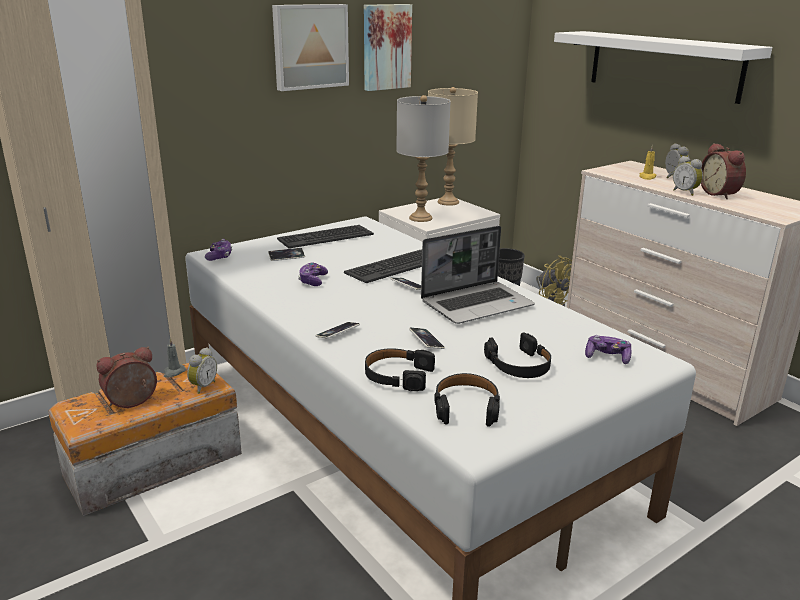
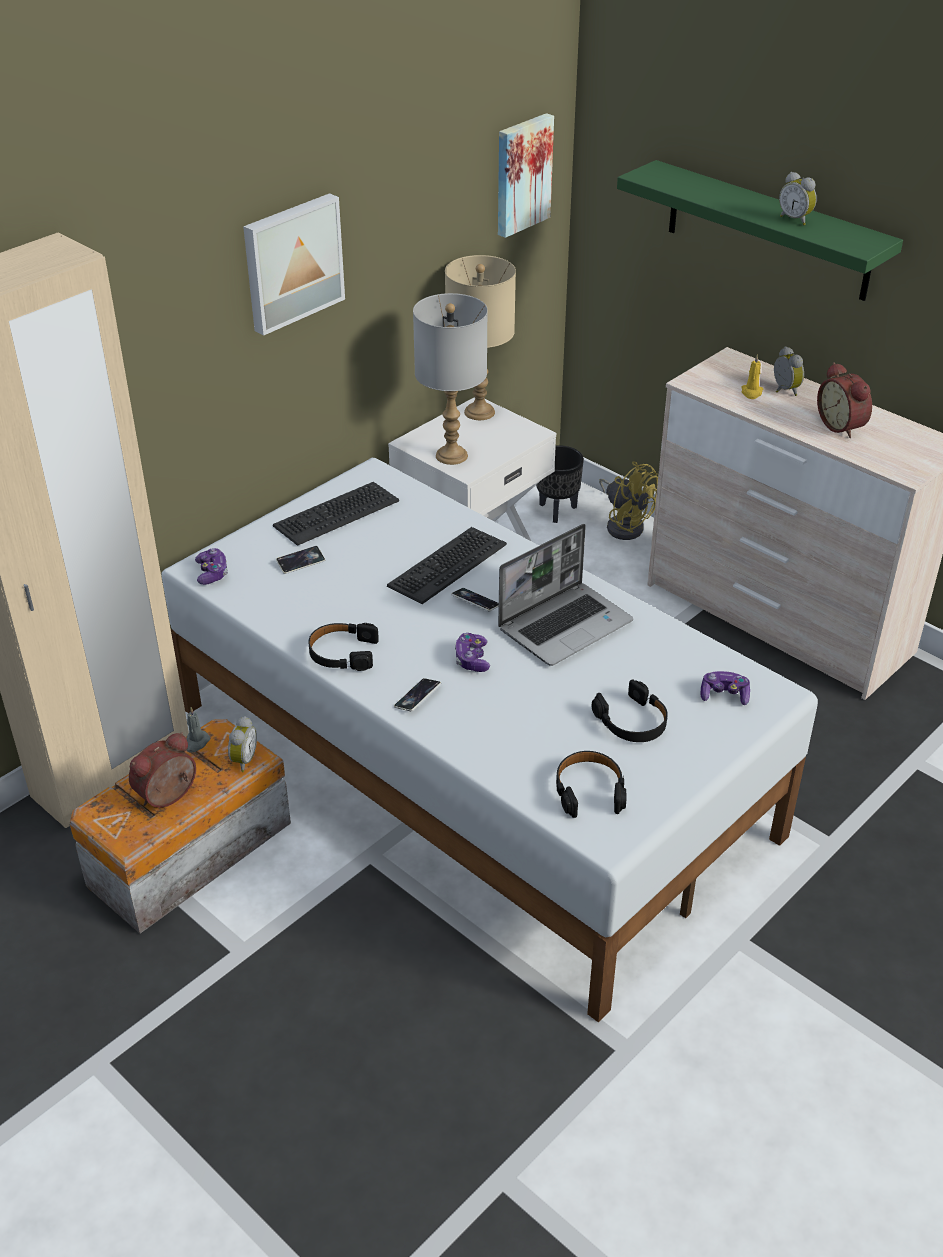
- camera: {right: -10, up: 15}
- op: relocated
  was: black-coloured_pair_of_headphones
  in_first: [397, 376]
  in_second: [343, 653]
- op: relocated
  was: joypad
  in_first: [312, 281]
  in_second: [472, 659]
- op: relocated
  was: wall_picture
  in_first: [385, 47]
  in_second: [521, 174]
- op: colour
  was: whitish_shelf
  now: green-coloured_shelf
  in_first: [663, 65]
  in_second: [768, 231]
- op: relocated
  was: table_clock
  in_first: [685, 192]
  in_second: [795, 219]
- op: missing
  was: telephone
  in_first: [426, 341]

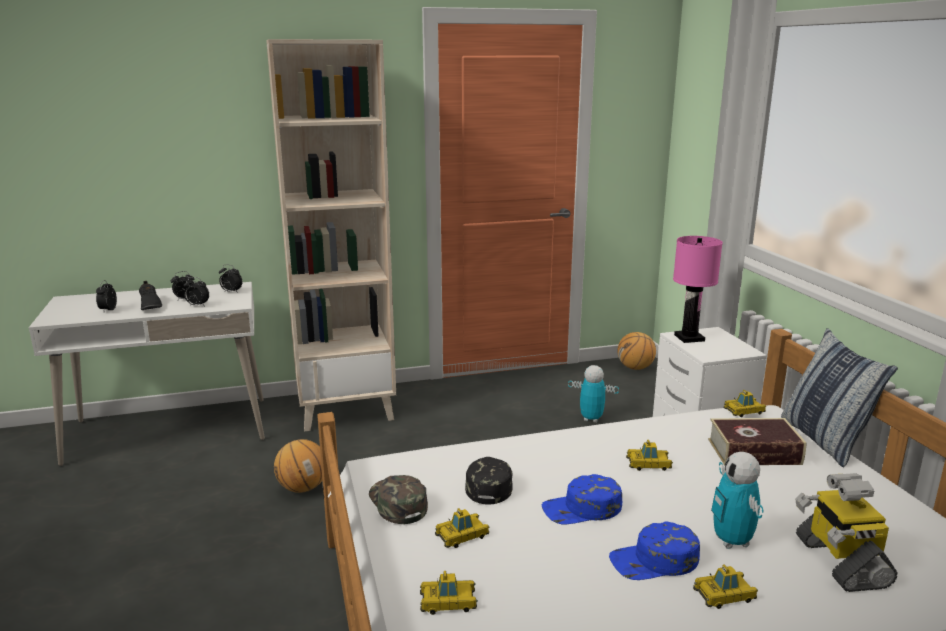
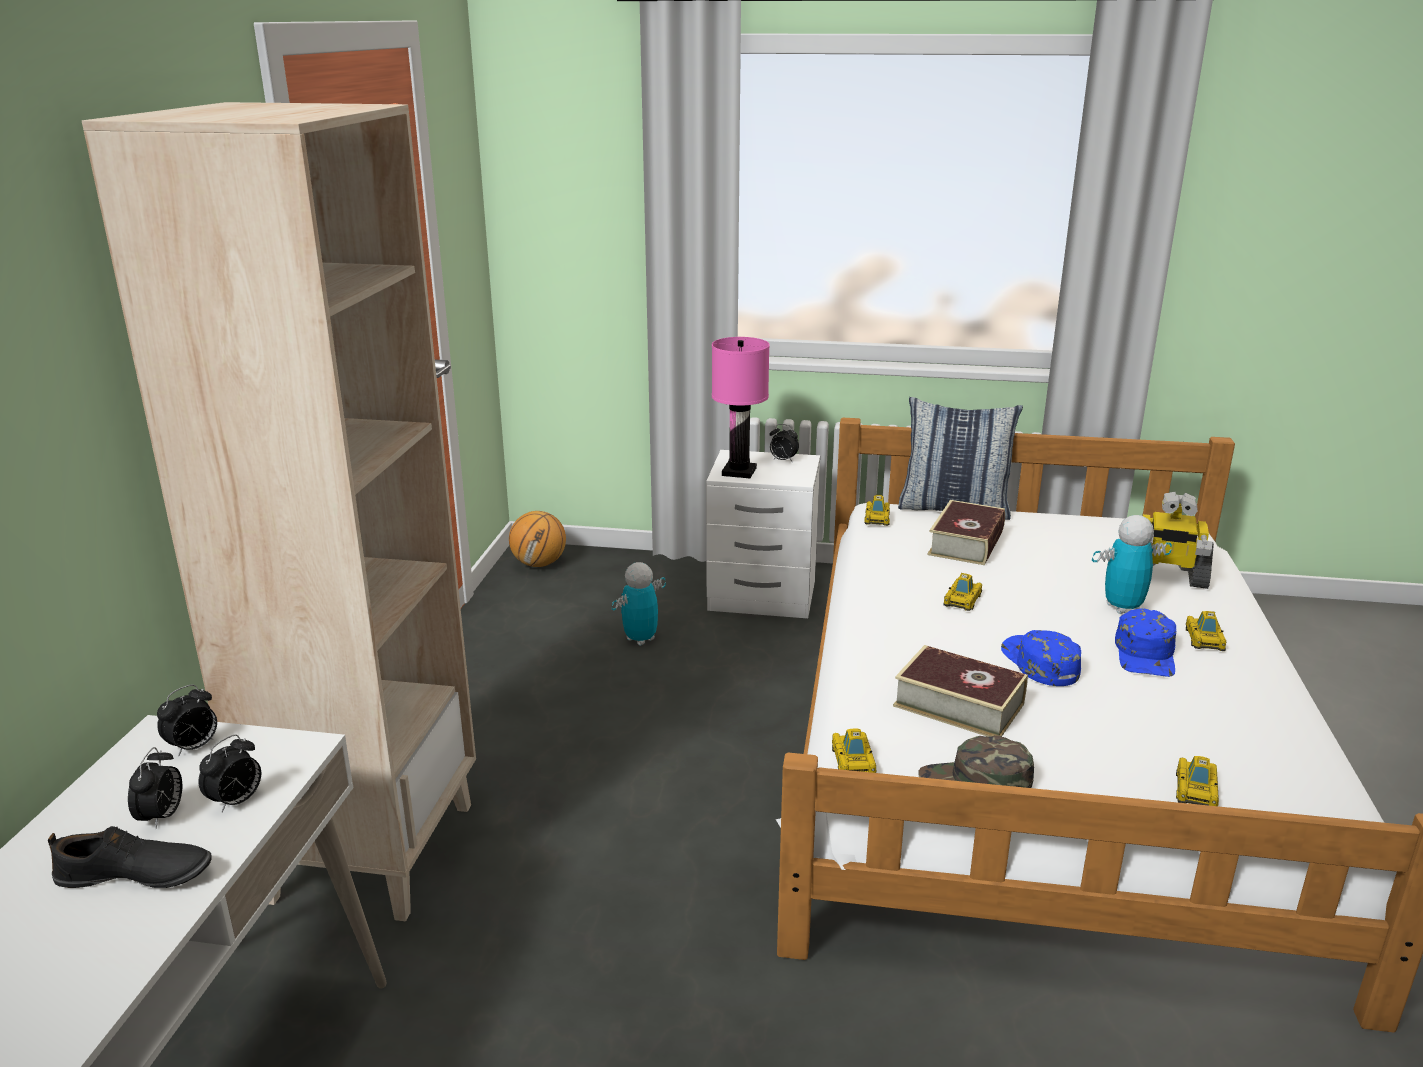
- camera: {right: -65, up: 5}
- op: relocated
  was: table_clock
  in_first: [108, 310]
  in_second: [782, 460]
- op: relocated
  was: model_car
  in_first: [462, 535]
  in_second: [853, 761]
- op: exchanged
  was: black-coloured_baseball_cap
  now: volume
  in_first: [489, 484]
  in_second: [958, 705]
- op: spun
  was: blue-coloured_baseball_cap
  in_first: [582, 509]
  in_second: [1039, 663]
  clockwise: 150
- op: spun
  was: model_robot
  in_first: [732, 541]
  in_second: [1122, 608]
  clockwise: 150
- op: missing
  was: ball_for_basketball
  in_first: [302, 488]

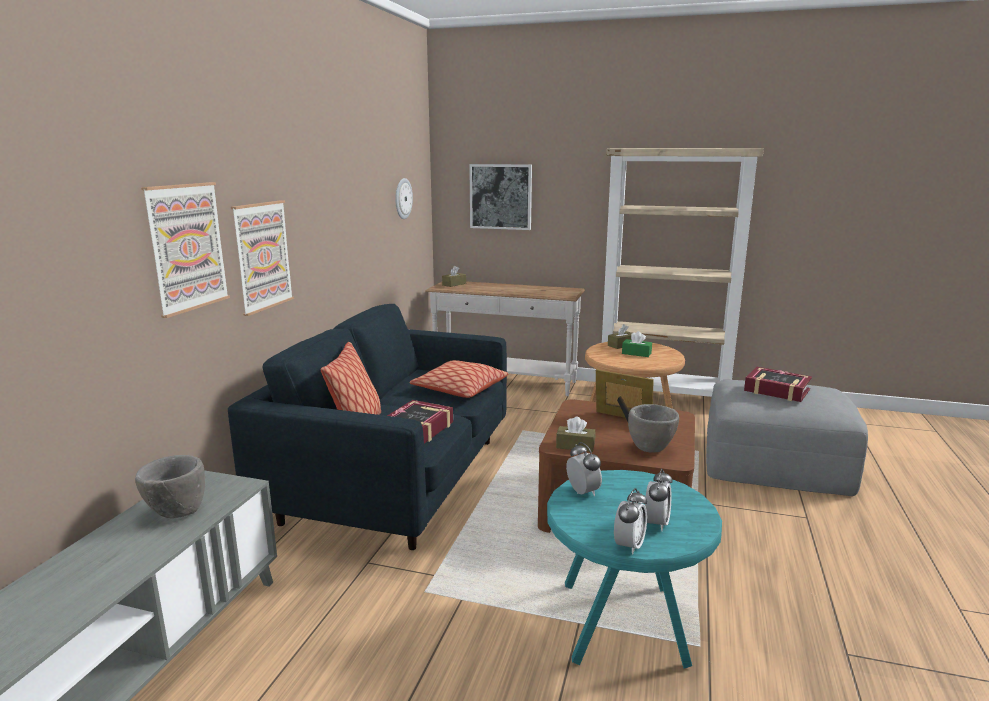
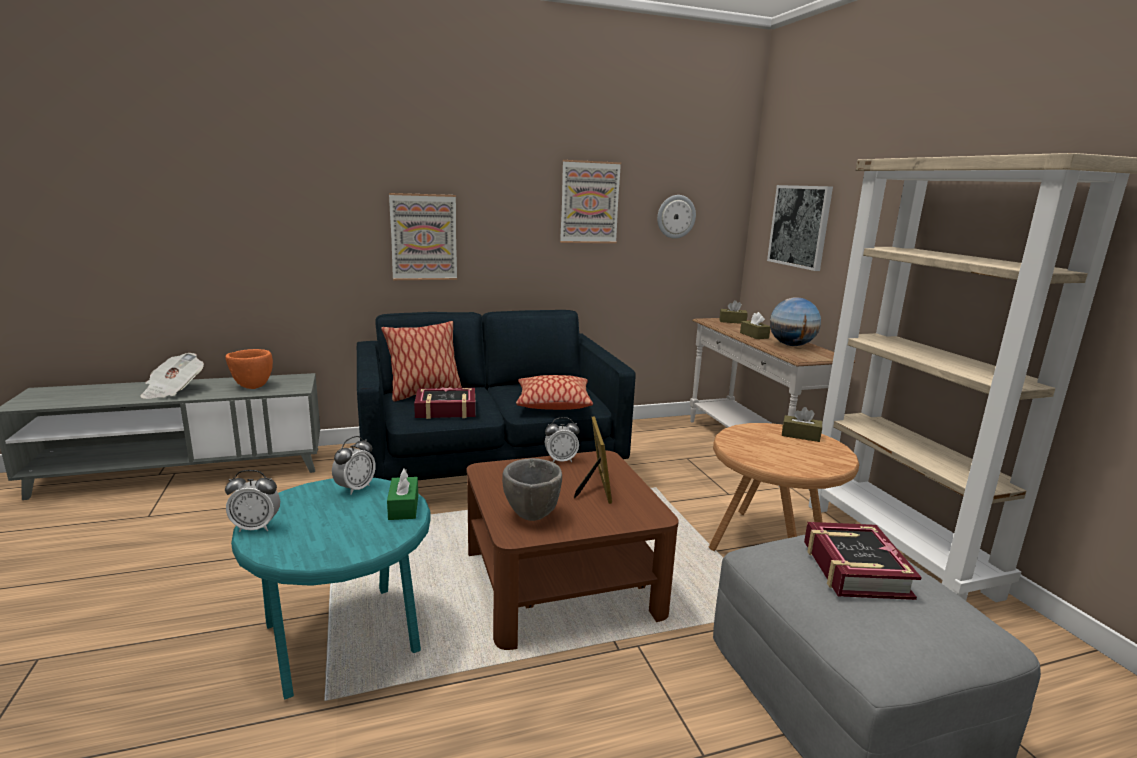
- camera: {right: 55, up: 0}
- op: appeared
  now: daily_paper
  in_second: [173, 391]
- op: colour
  was: gray_bowl
  now: orange_bowl
  in_first: [176, 512]
  in_second: [252, 386]
- op: relocated
  was: green-coloured_box_of_tissues
  in_first: [636, 353]
  in_second: [403, 507]
- op: relocated
  was: table_clock
  in_first: [656, 523]
  in_second: [561, 460]
- op: relocated
  was: wall_picture
  in_first: [186, 247]
  in_second: [589, 202]
- op: relocated
  was: brown-coloured_box_of_tissues
  in_first: [575, 446]
  in_second: [754, 335]
- op: appeared
  now: desk_globe
  in_second: [791, 345]

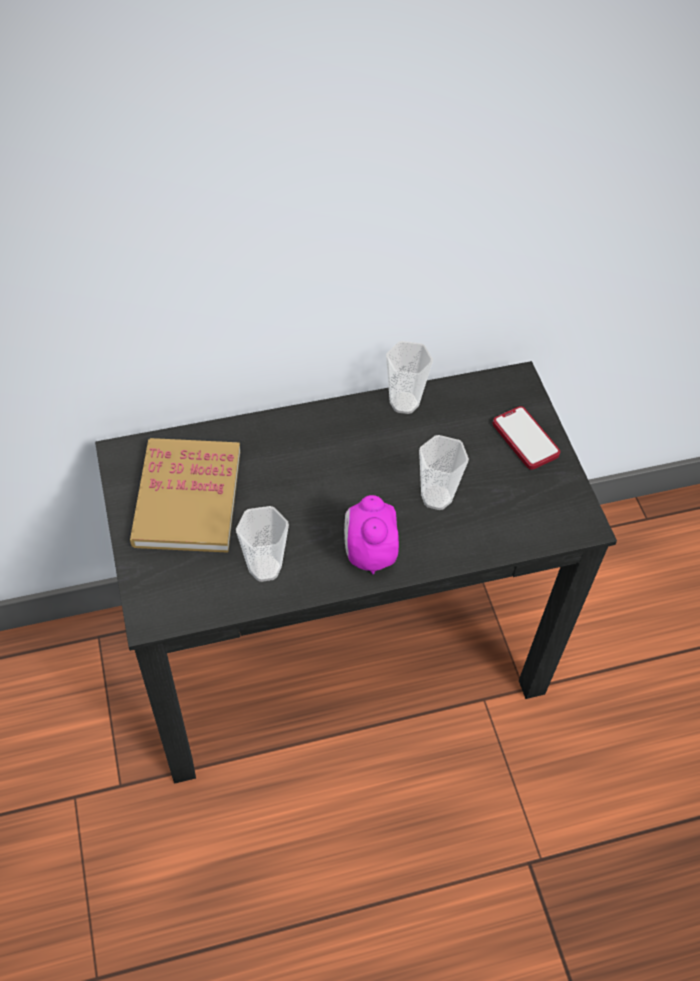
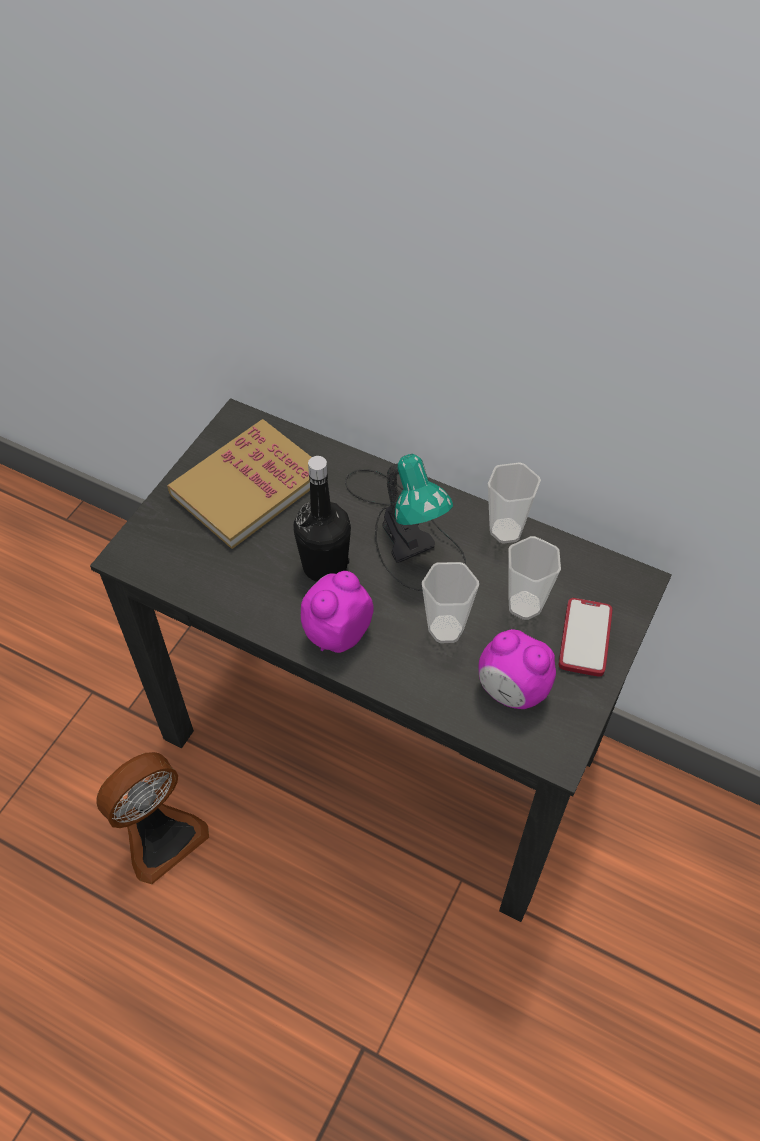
- camera: {right: 45, up: 0}
- op: appeared
  now: cooling_fan
  in_second: [160, 835]
- op: appeared
  now: black-coloured_drink_bottle
  in_second: [325, 566]
- op: appeared
  now: tabletop_lamp
  in_second: [406, 529]
- op: appeared
  now: table_clock
  in_second: [512, 690]
- op: relocated
  was: drinking_cup
  in_first: [265, 568]
  in_second: [524, 605]

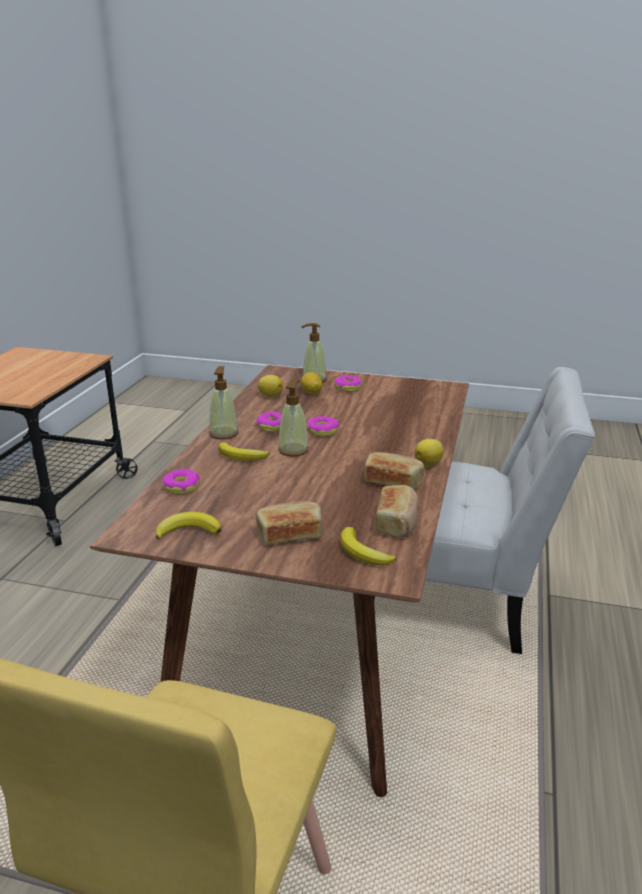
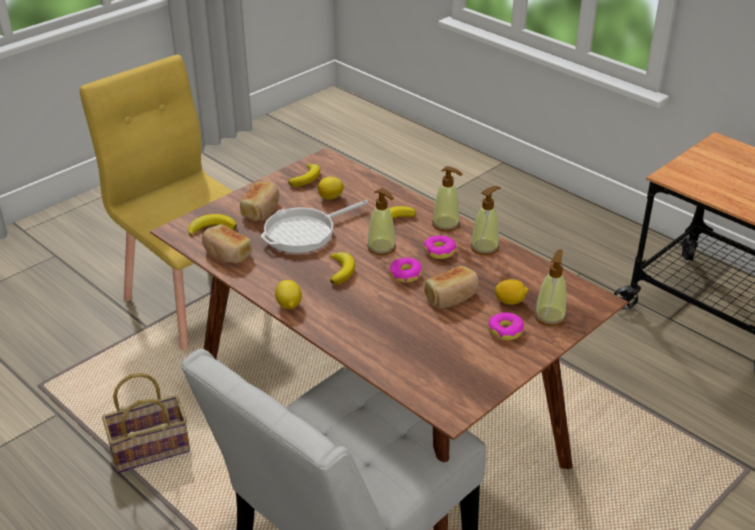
- camera: {right: 120, up: 10}
- op: appeared
  now: household_basket
  in_second: [151, 448]
- op: appeared
  now: pan
  in_second: [304, 233]
- op: relocated
  was: citrus_fruit
  in_first: [270, 396]
  in_second: [331, 197]
- op: appeared
  now: banana_fruit
  in_second: [341, 270]
- op: relocated
  was: baked_bread
  in_first: [393, 482]
  in_second: [452, 296]
- op: appeared
  now: liquid_soap_bottle
  in_second: [485, 247]
- op: missing
  was: ring_doughnut
  in_first: [181, 487]

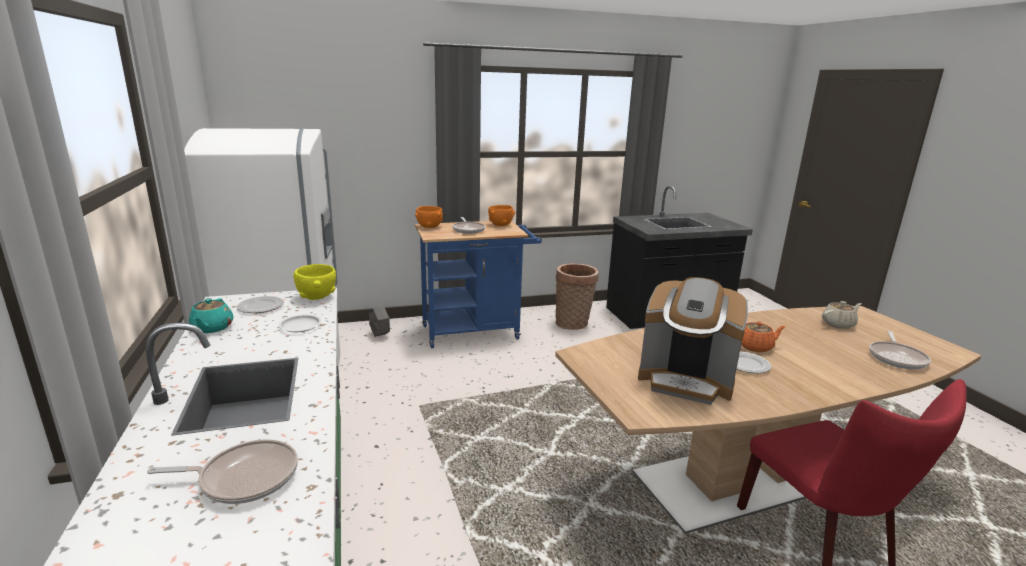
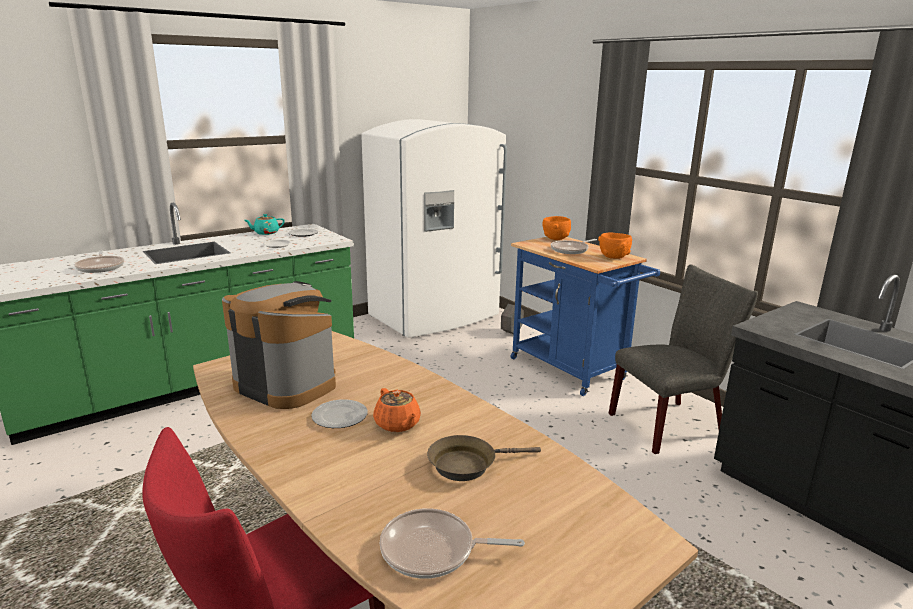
- camera: {right: 70, up: 0}
- op: spun
  was: coffee_maker
  in_first: [686, 381]
  in_second: [286, 384]
  clockwise: 120
- op: appeared
  now: brown-coloured_pan
  in_second: [467, 464]
- op: exchanged
  was: household_basket
  now: gray_upright_chair
  in_first: [573, 324]
  in_second: [672, 424]
- op: missing
  was: yellow_bowl
  in_first: [316, 297]
- op: missing
  was: beige_tea_pot
  in_first: [838, 324]

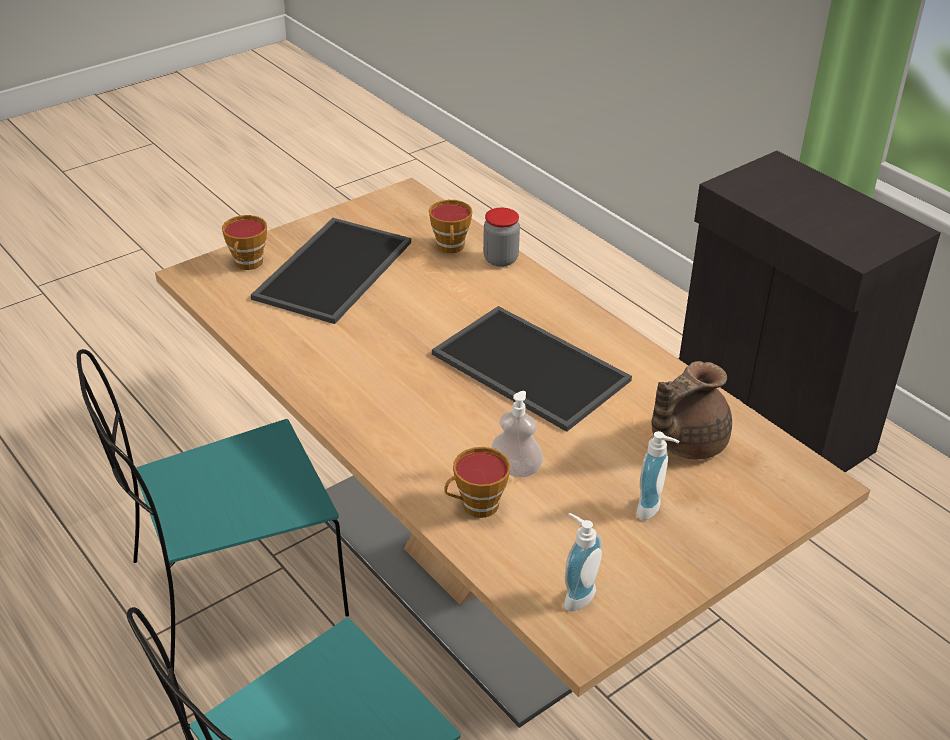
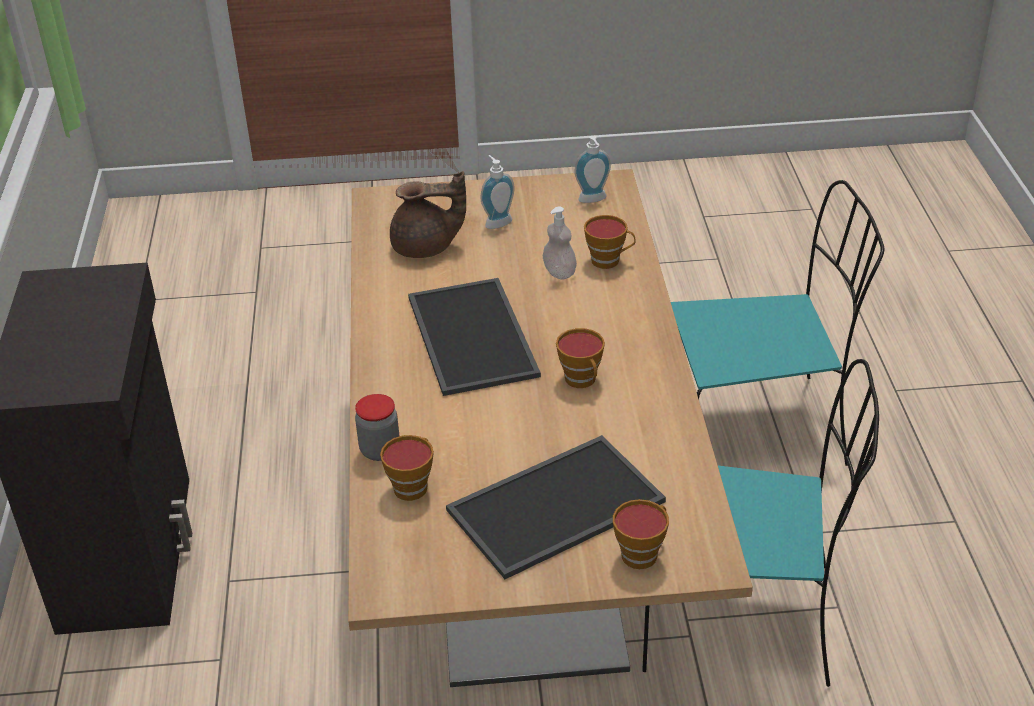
- camera: {right: -145, up: 0}
- op: appeared
  now: drinking_cup
  in_second: [582, 380]

